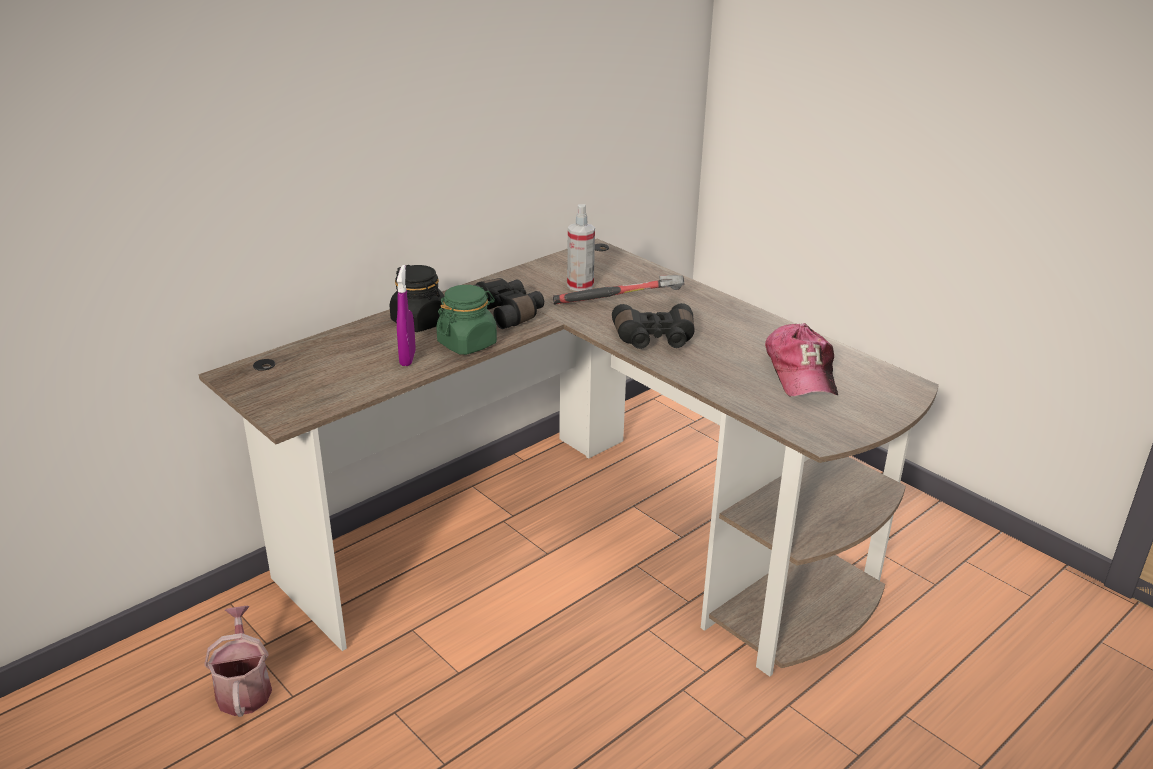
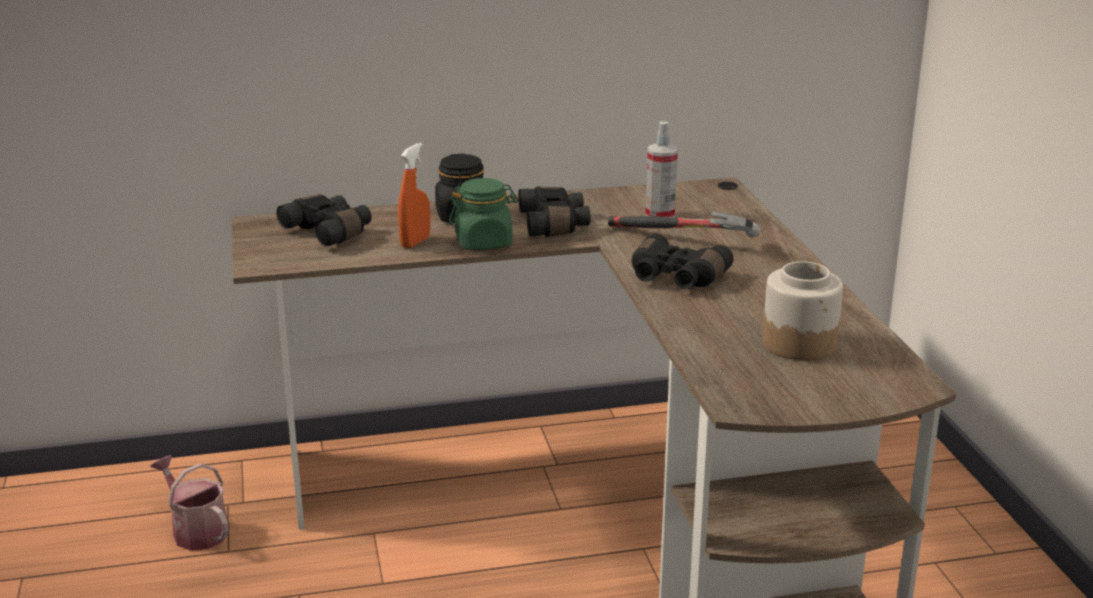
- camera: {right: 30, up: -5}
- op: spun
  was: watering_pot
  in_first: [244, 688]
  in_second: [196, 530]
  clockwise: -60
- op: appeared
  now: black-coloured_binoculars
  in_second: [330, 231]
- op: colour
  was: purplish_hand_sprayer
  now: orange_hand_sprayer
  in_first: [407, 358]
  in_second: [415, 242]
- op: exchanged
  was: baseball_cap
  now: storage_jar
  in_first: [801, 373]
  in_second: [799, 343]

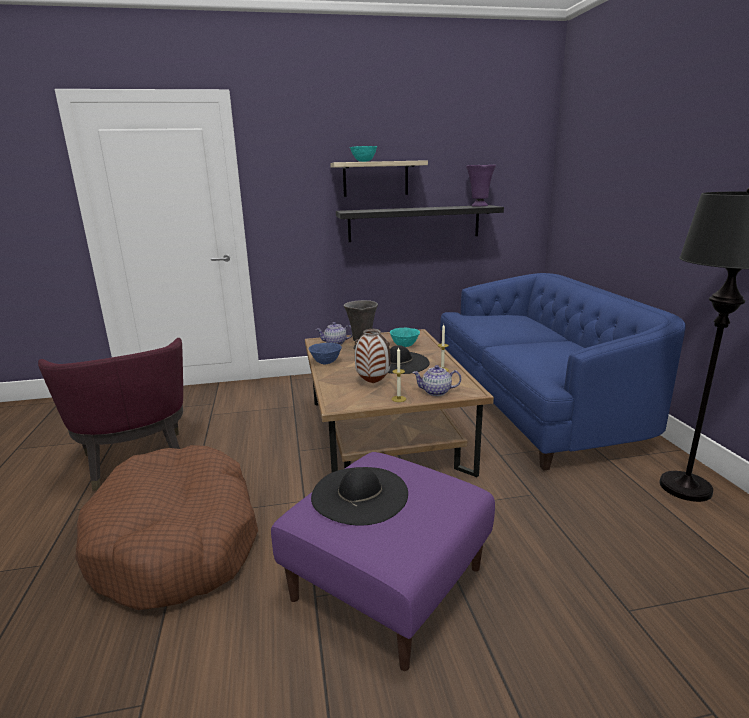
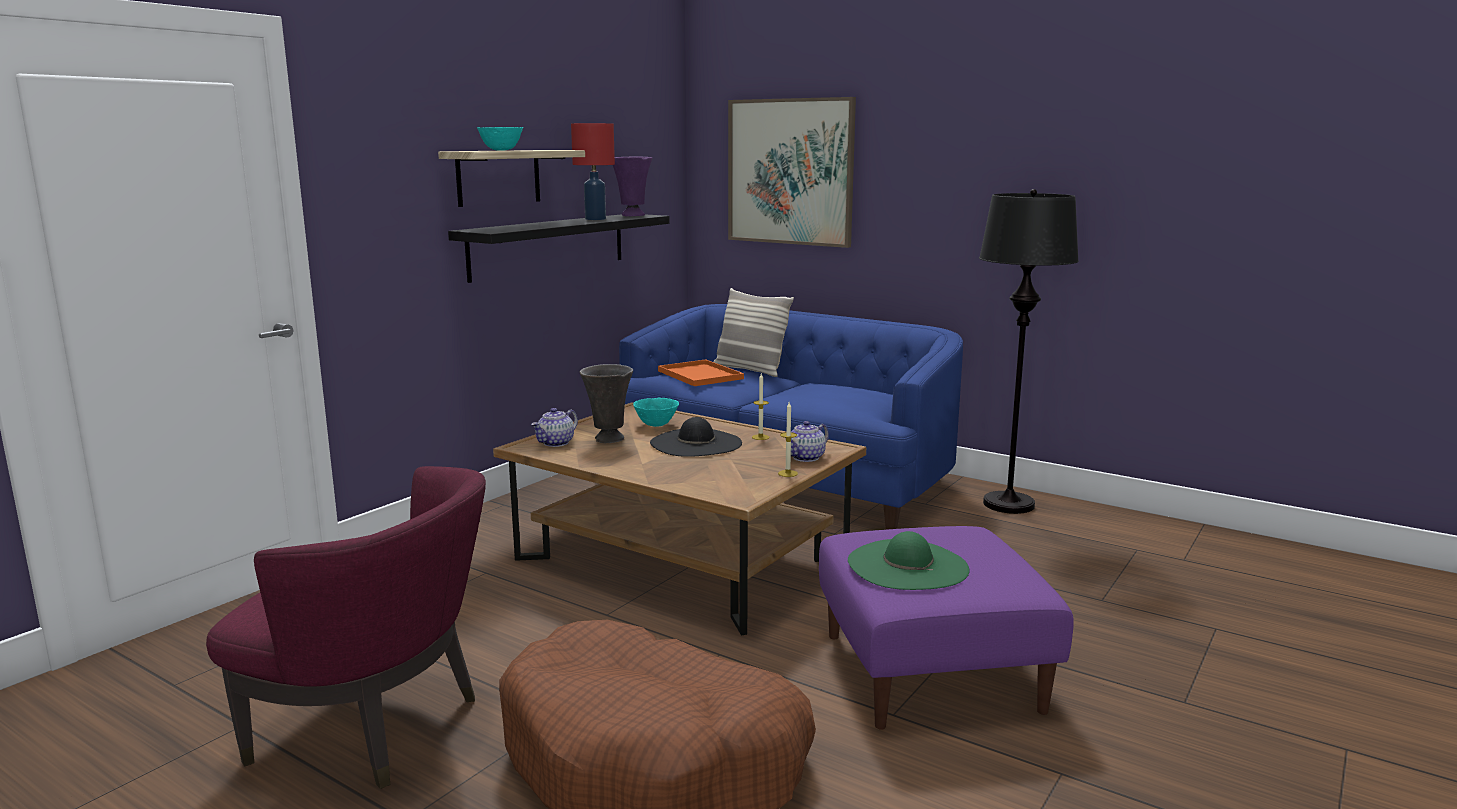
- camera: {right: -45, up: -5}
- op: appeared
  now: red_tabletop_lamp
  in_second: [594, 219]
- op: appeared
  now: orange_tray
  in_second: [701, 375]
- op: appeared
  now: cushion
  in_second: [750, 370]
- op: appeared
  now: wall_picture
  in_second: [790, 172]
- op: colour
  was: black-coloured_clothing_hat
  now: green-coloured_clothing_hat
  in_first: [360, 494]
  in_second: [907, 565]
- op: missing
  was: blue-coloured_bowl
  in_first: [325, 362]
- op: missing
  was: flower_vase
  in_first: [373, 383]

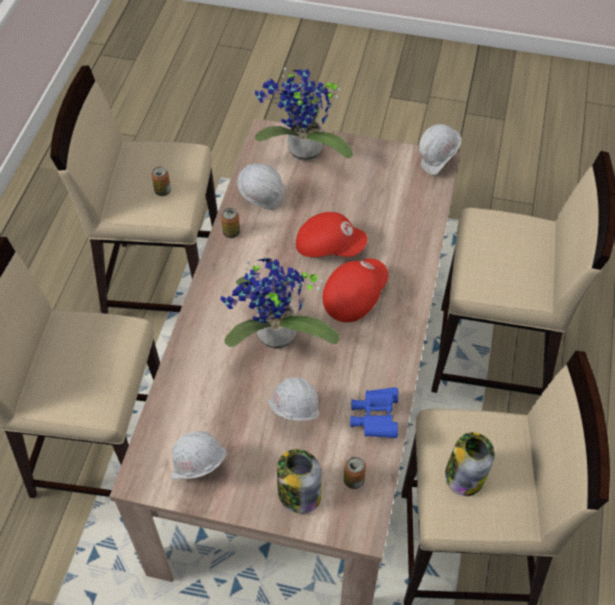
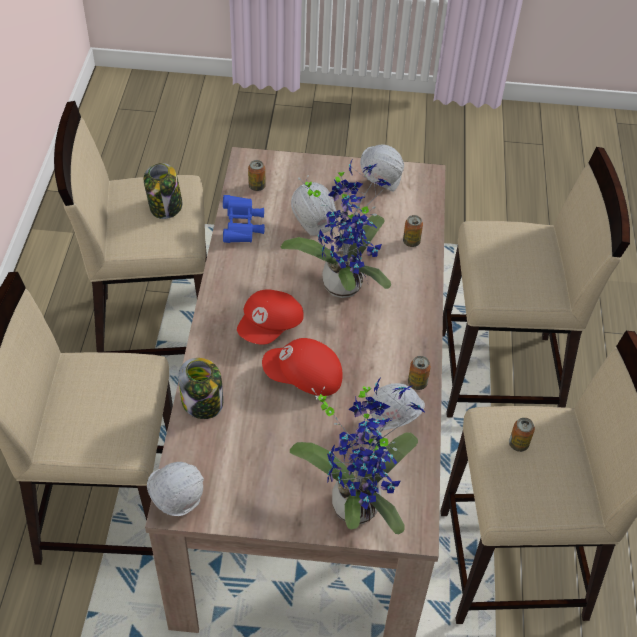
- camera: {right: 170, up: -5}
- op: relocated
  was: storage_jar
  in_first: [298, 493]
  in_second: [203, 403]
- op: appeared
  now: metal_can
  in_second: [411, 242]

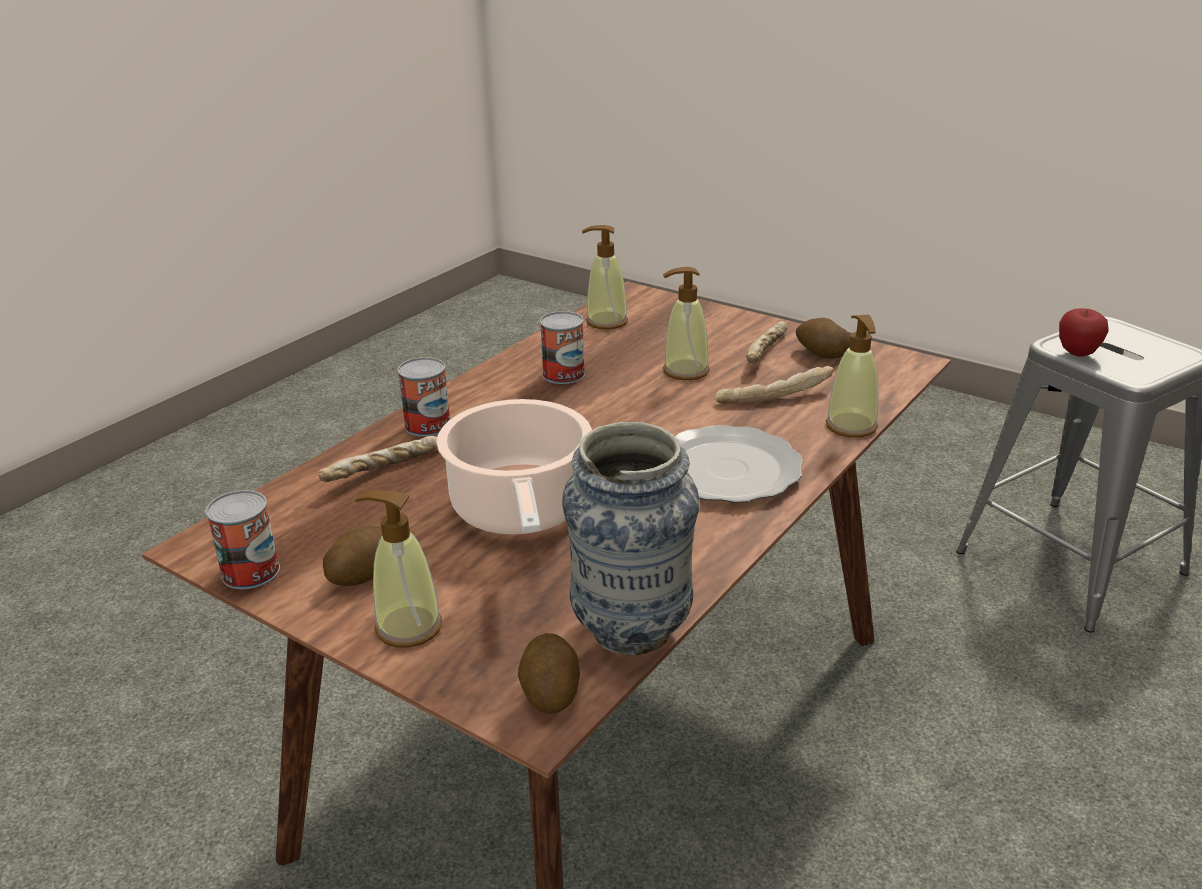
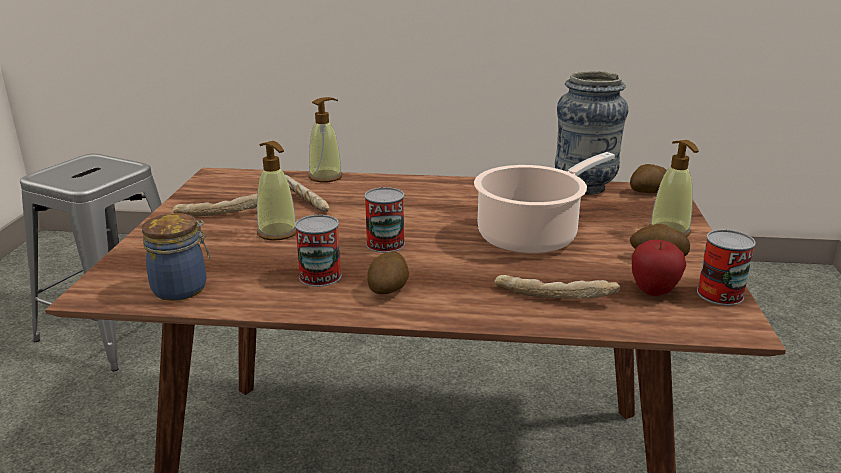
- camera: {right: -120, up: -5}
- op: exchanged
  was: liquid_soap_bottle
  now: storage_jar
  in_first: [606, 322]
  in_second: [182, 288]
- op: relocated
  was: metal_can
  in_first: [427, 425]
  in_second: [385, 244]
- op: relocated
  was: spud
  in_first: [821, 354]
  in_second: [388, 289]
- op: relocated
  was: apple_fruit
  in_first: [1077, 353]
  in_second: [653, 291]
- op: missing
  was: dinner_plate
  in_first: [728, 471]

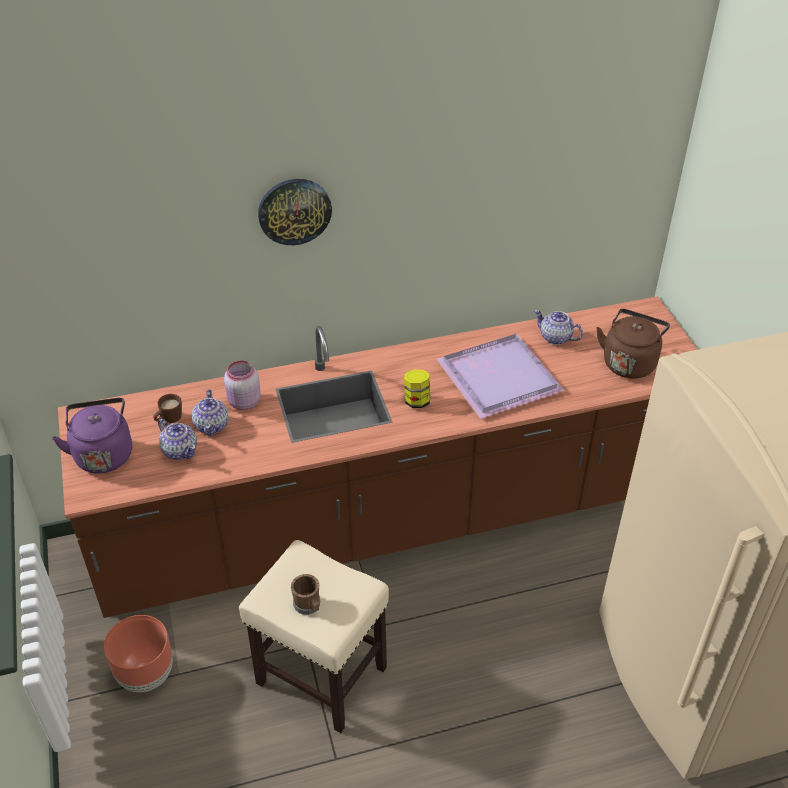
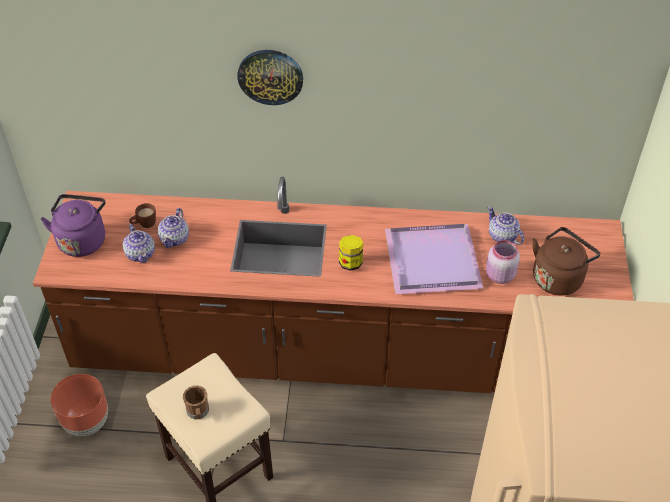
- camera: {right: 20, up: 5}
- op: relocated
  was: pink-coloured_storage_jar
  in_first: [243, 402]
  in_second: [499, 275]

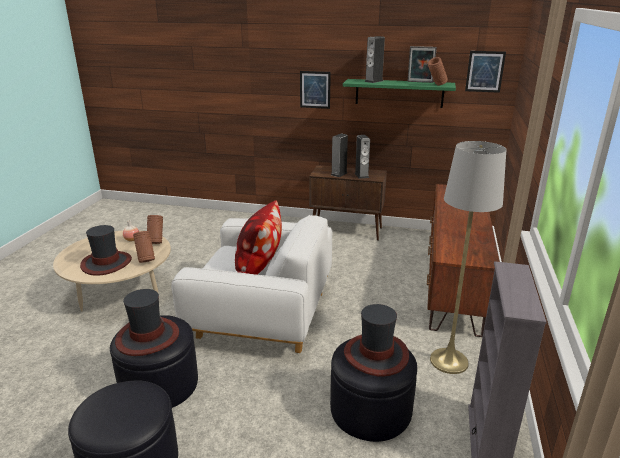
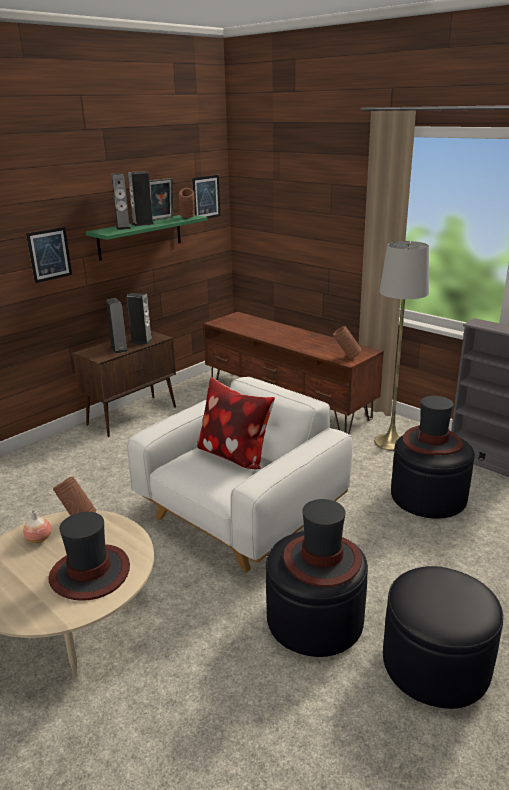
- camera: {right: -60, up: 0}
- op: appeared
  now: loudspeaker
  in_second: [143, 224]
- op: relocated
  was: brown-coloured_flower_vase
  in_first: [146, 260]
  in_second: [346, 357]

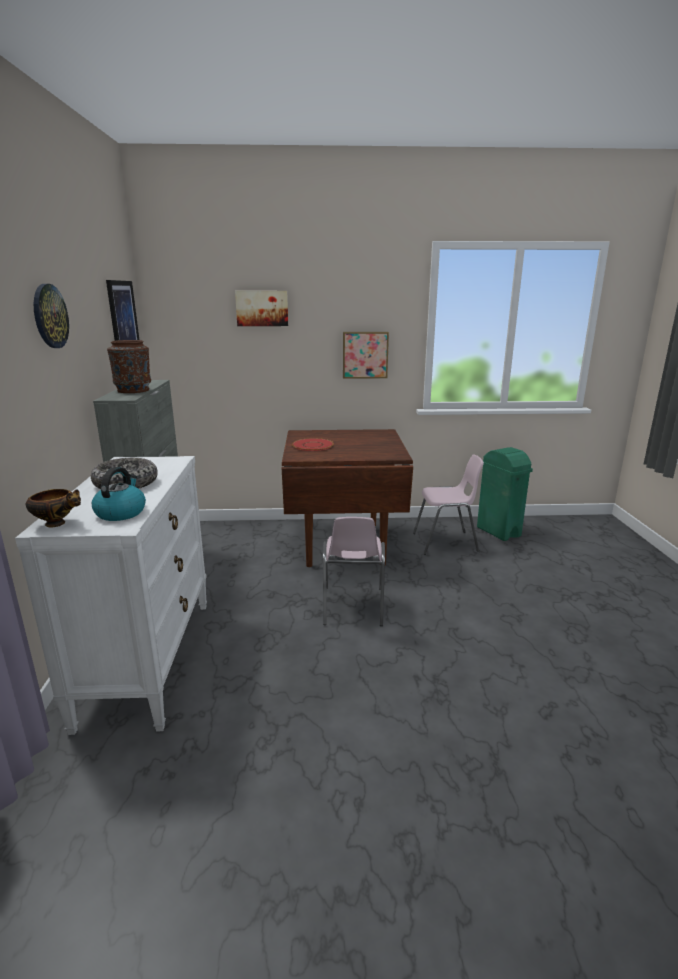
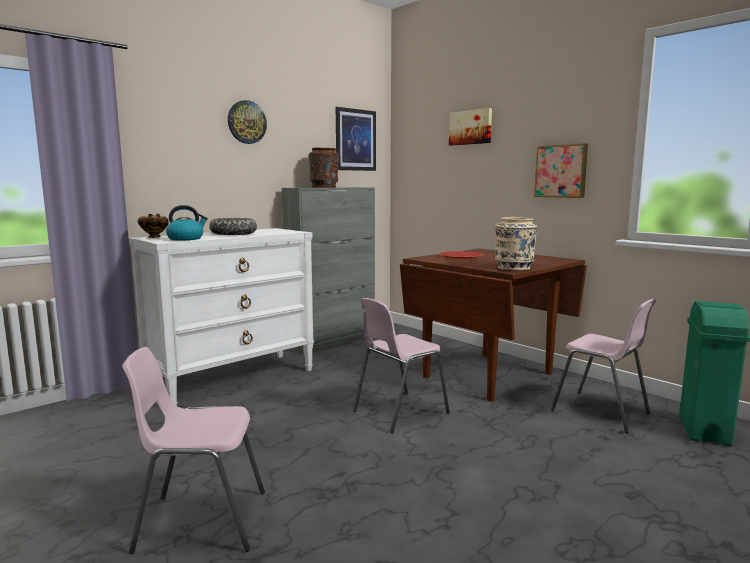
- camera: {right: 50, up: -10}
- op: appeared
  now: pink-coloured_upright_chair
  in_second: [201, 521]
- op: appeared
  now: beige_flower_vase
  in_second: [514, 268]

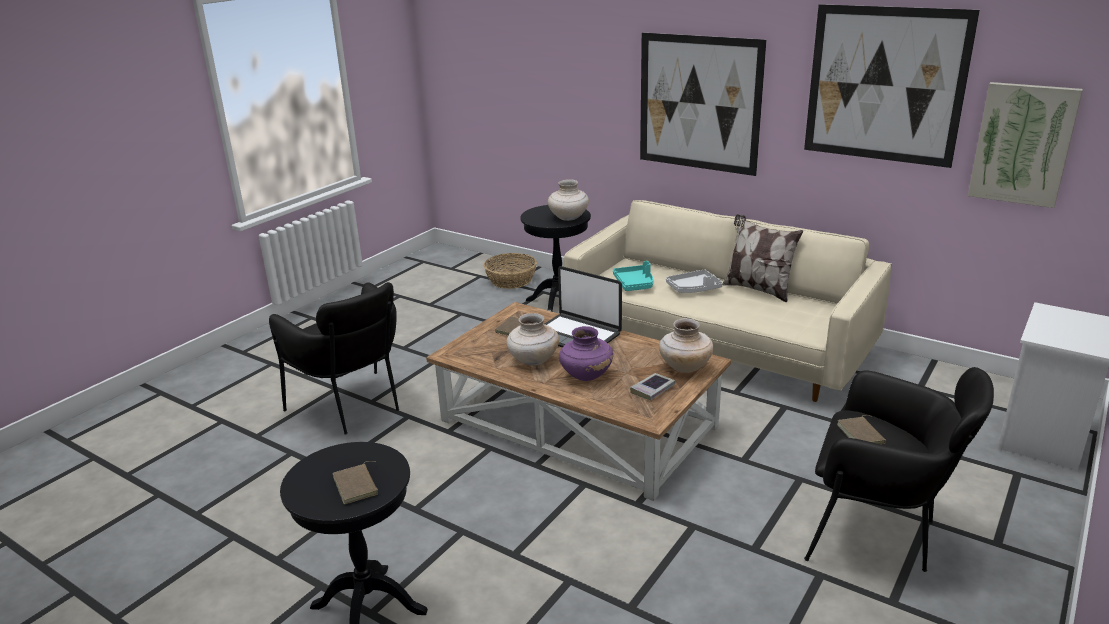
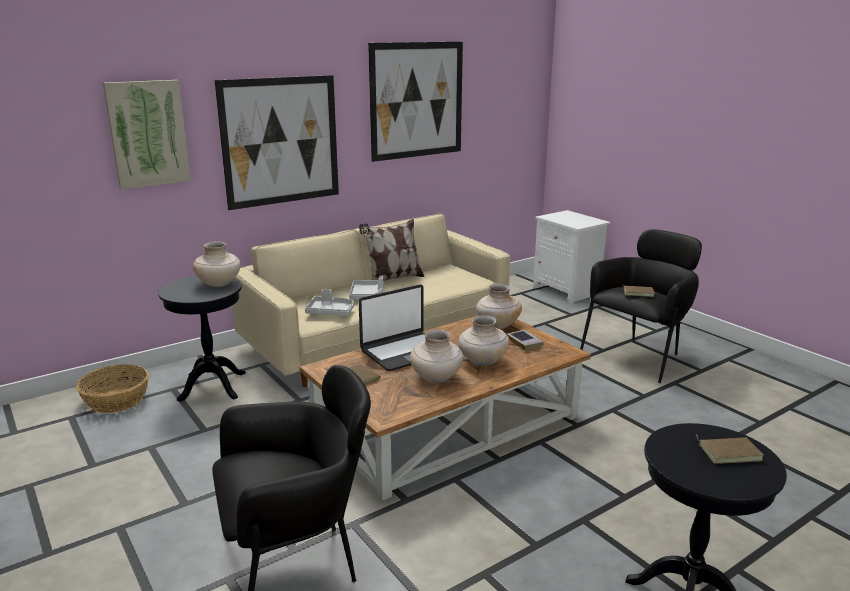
- camera: {right: -70, up: -5}
- op: relocated
  was: wall_picture
  in_first: [1022, 144]
  in_second: [148, 133]
- op: colour
  was: turquoise-coloured_tray
  now: gray_tray
  in_first: [635, 284]
  in_second: [330, 312]
- op: colour
  was: purplish_flower_vase
  now: beige_flower_vase
  in_first: [586, 375]
  in_second: [482, 361]

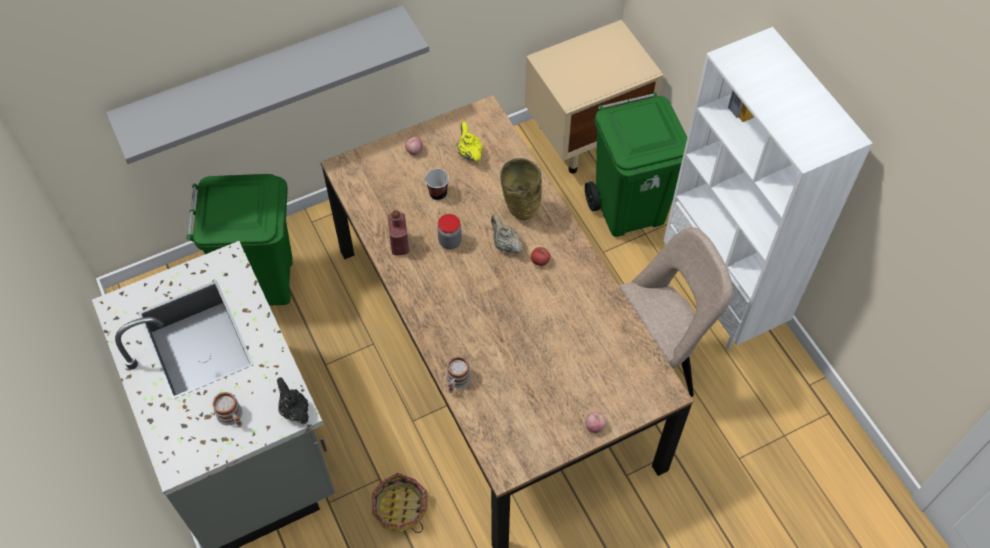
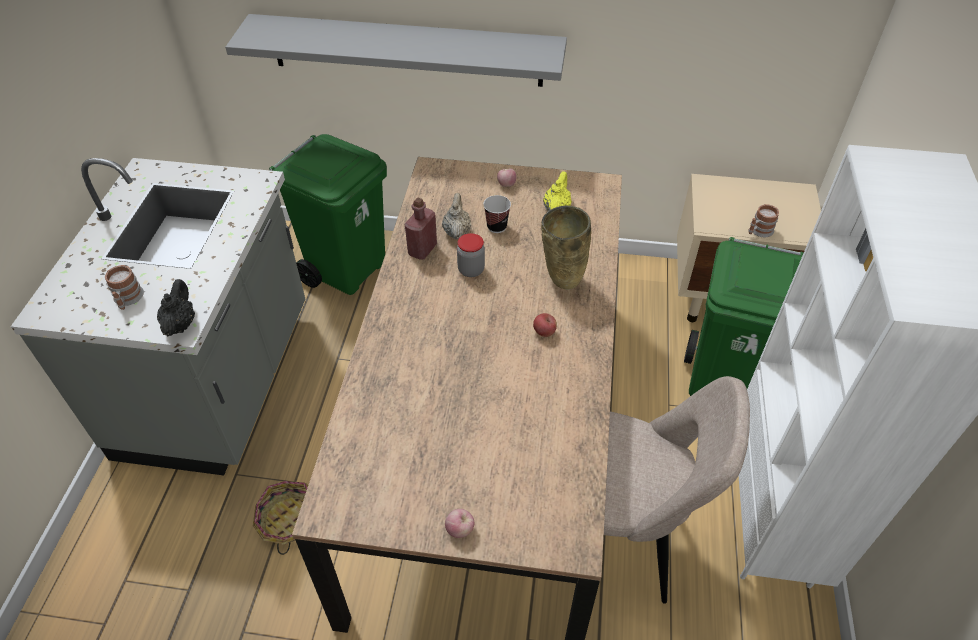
- camera: {right: 35, up: -10}
- op: relocated
  was: beige_tea_pot
  in_first: [505, 244]
  in_second: [457, 232]
- op: relocated
  was: mug
  in_first: [456, 381]
  in_second: [758, 231]

